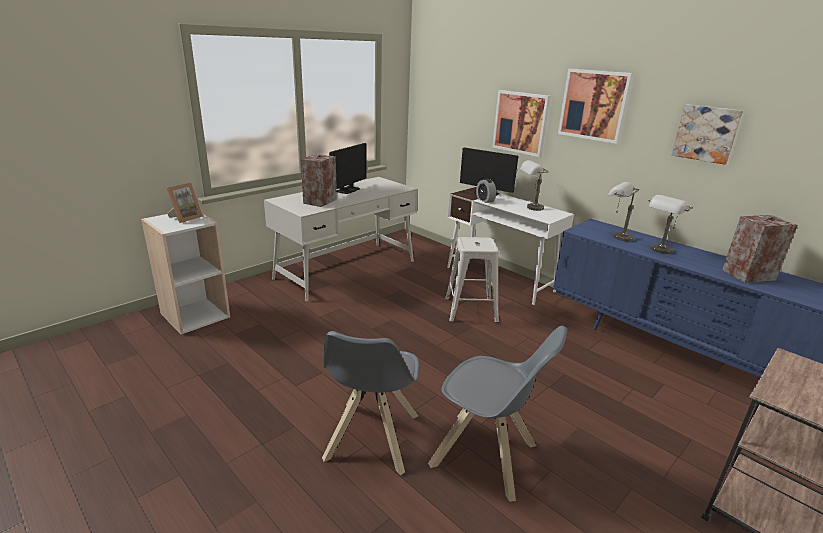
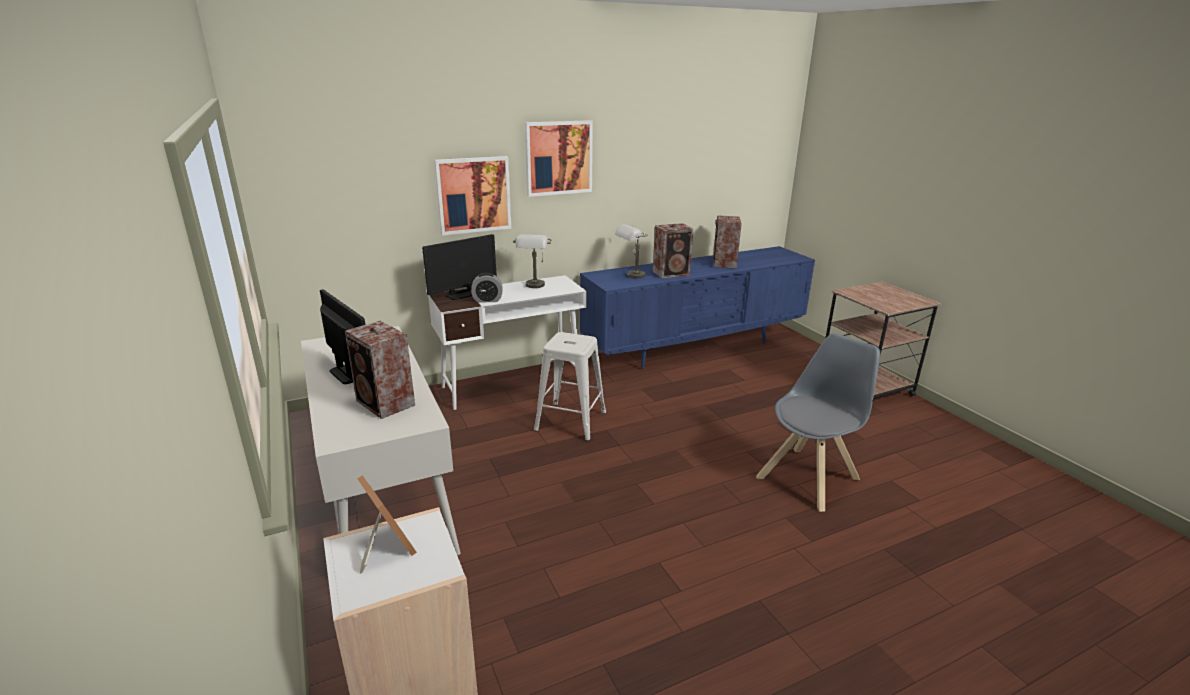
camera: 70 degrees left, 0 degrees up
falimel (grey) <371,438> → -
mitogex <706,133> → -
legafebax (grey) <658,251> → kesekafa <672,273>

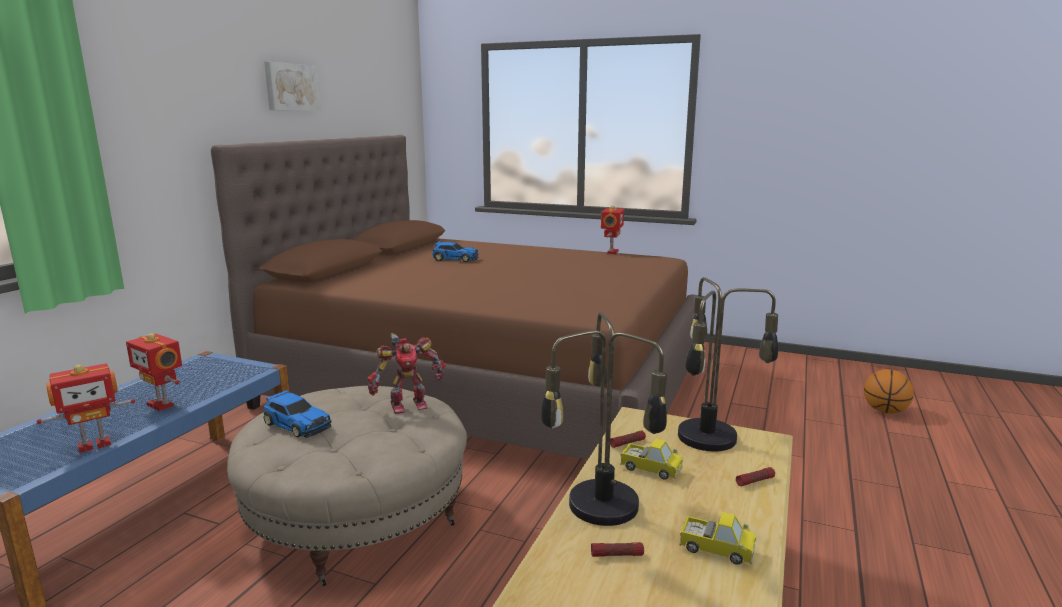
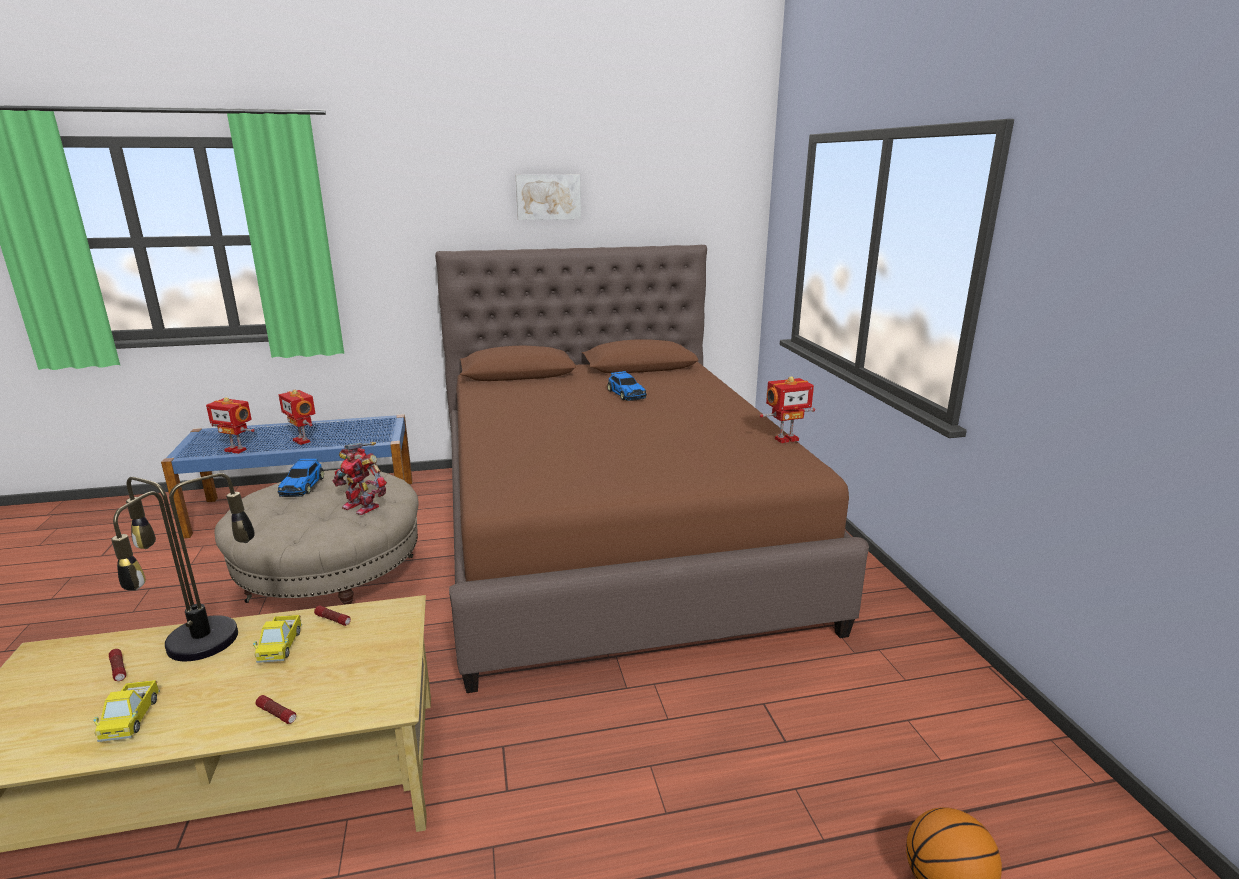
camera: 55 degrees right, 5 degrees up
legafebax <708,437> → -
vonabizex <162,404> → vonabizex <303,441>, 45 degrees counterclockwise

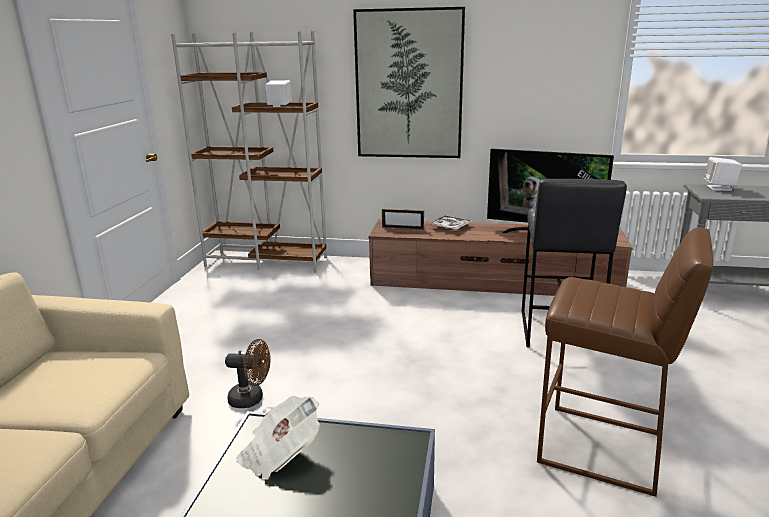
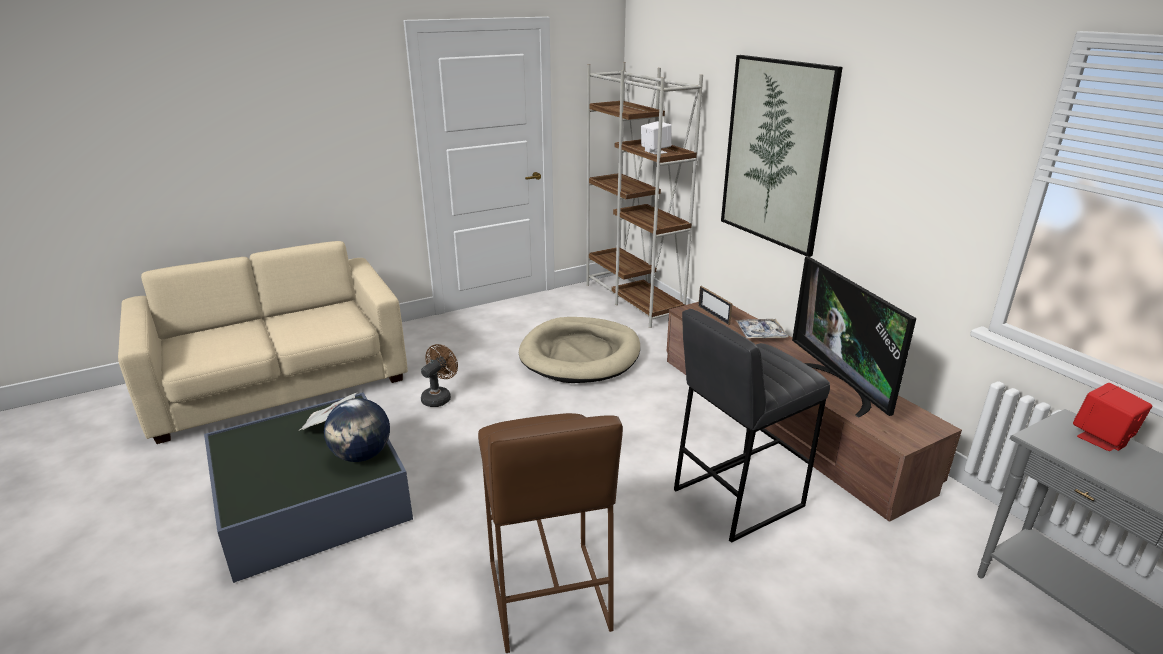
camera: 50 degrees right, 5 degrees up
- → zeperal <362,455>
- → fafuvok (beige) <580,354>
kesekafa (white) <719,188> → kesekafa (red) <1102,439>
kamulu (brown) <251,399> → kamulu (brown) <439,397>, 120 degrees counterclockwise

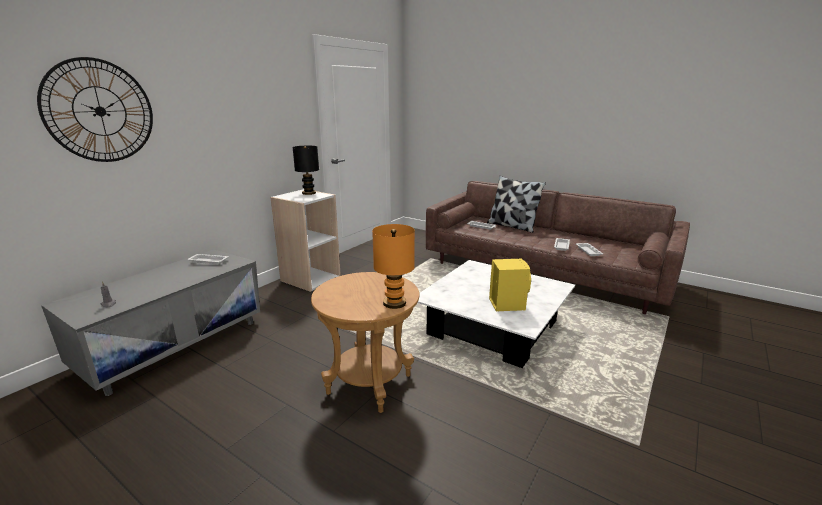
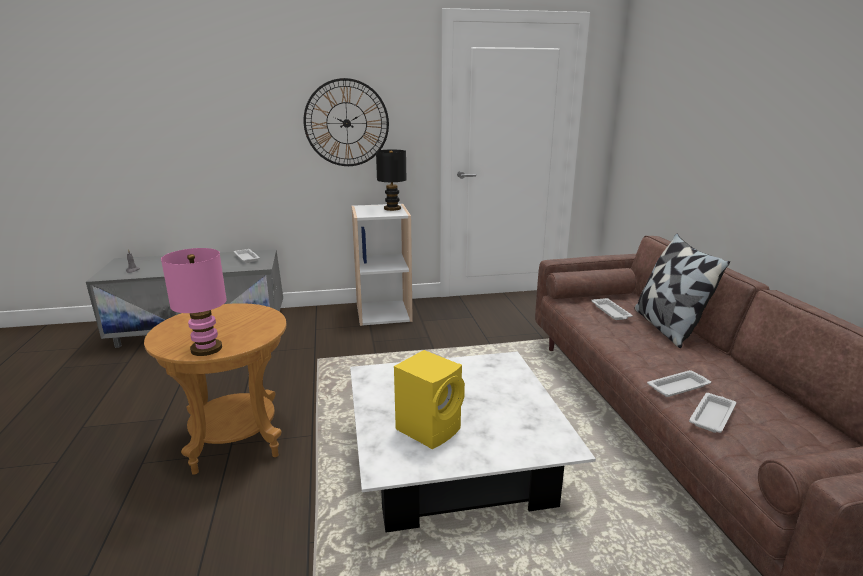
camera: 45 degrees right, 0 degrees up
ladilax <100,111> → ladilax <346,123>, moved
legafebax (orange) <394,303> → legafebax (pink) <205,349>

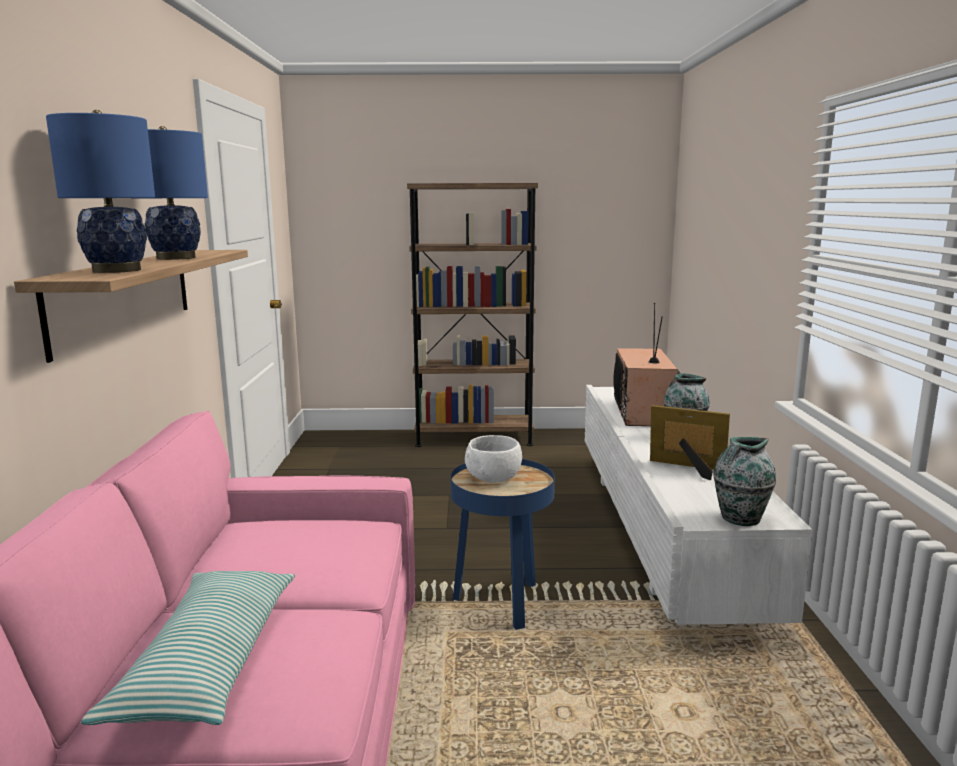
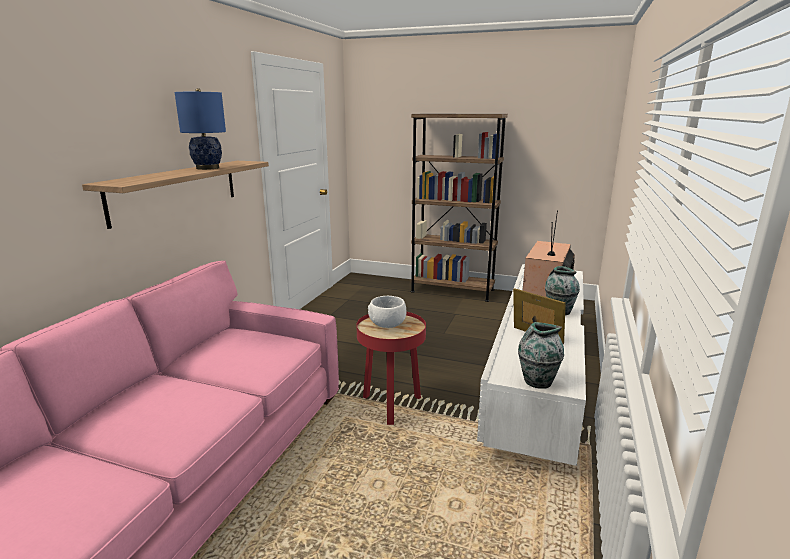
camera: 20 degrees right, 5 degrees up
legafebax (blue) <117,270> → -
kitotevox <208,662> → -
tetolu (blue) <502,603> → tetolu (red) <391,405>

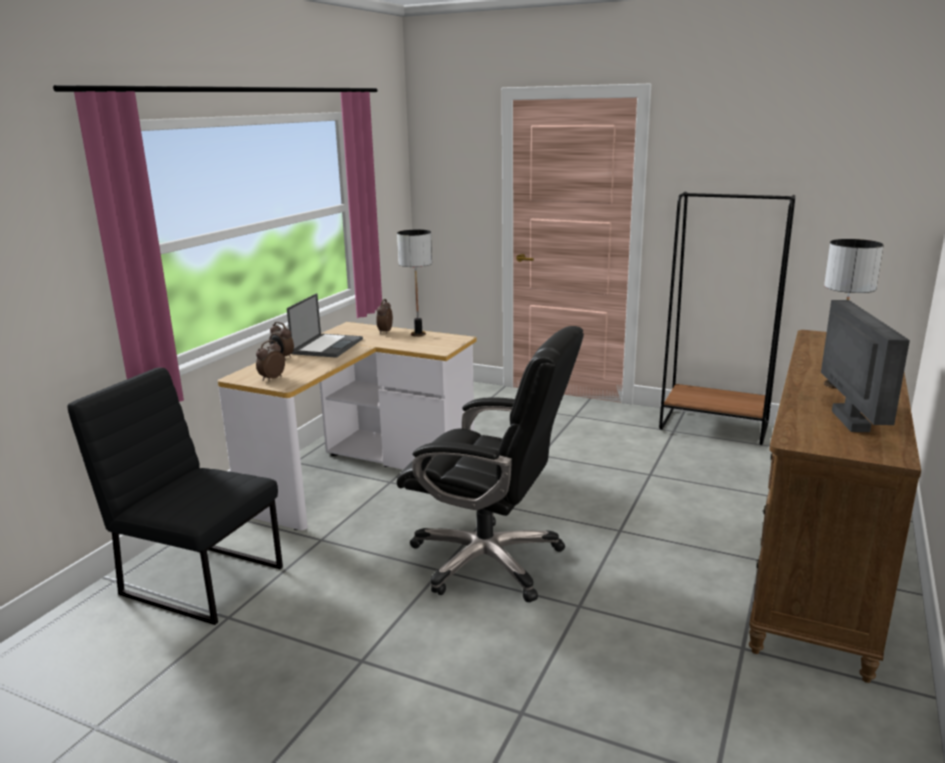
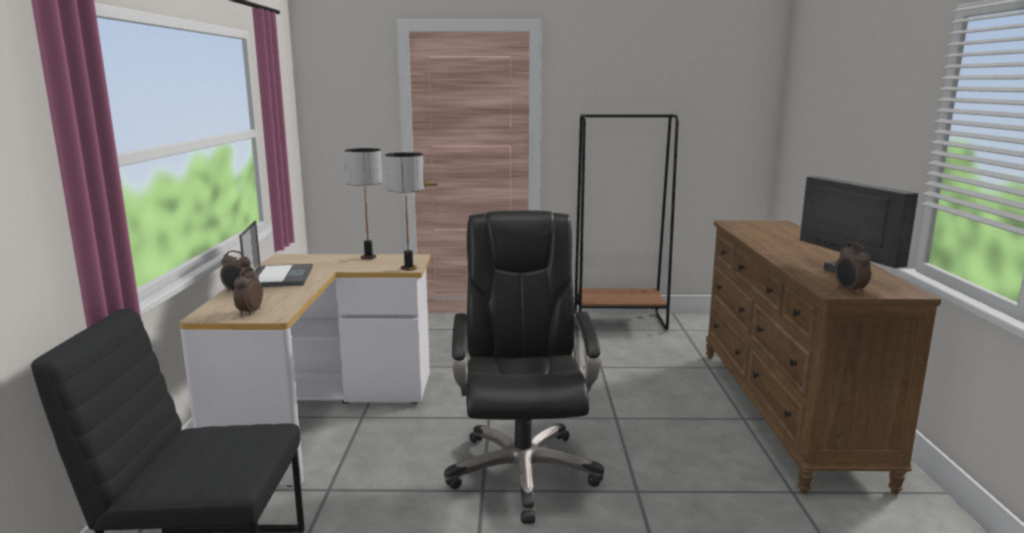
camera: 25 degrees left, 5 degrees down
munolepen <384,332> → munolepen <849,291>, moved
legafebax <834,385> → legafebax <408,268>, moved
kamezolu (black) <488,561> → kamezolu (black) <522,471>, 90 degrees counterclockwise

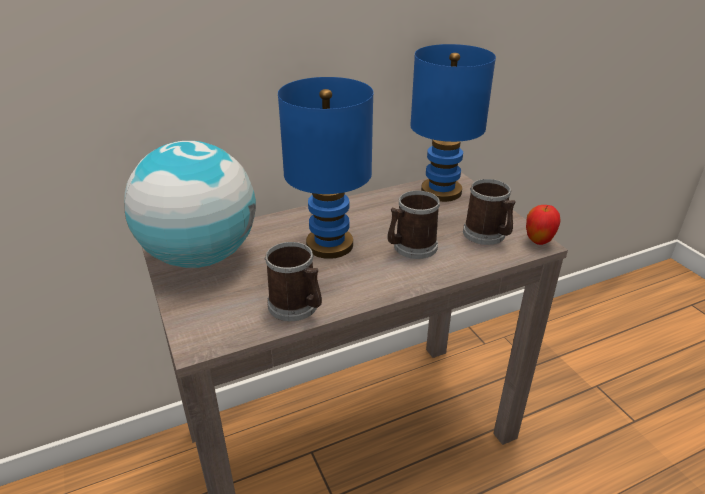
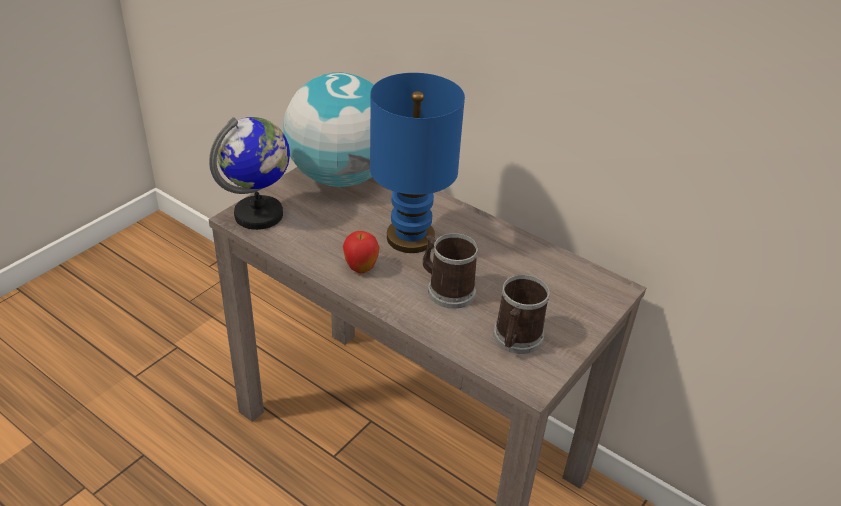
camera: 60 degrees right, 5 degrees up
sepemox <297,307> → -
legafebax (blue) <441,192> → -
- → zeperal <259,215>
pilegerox <538,241> → pilegerox <361,269>, moved

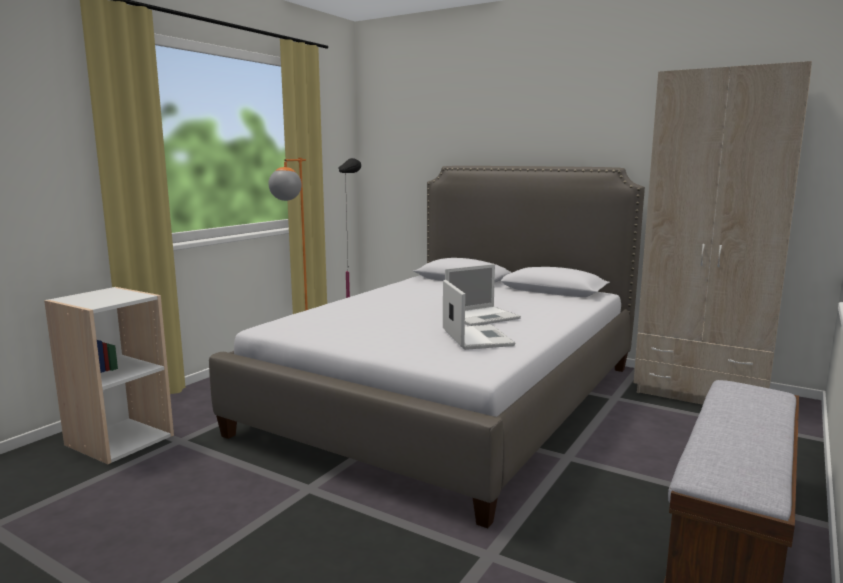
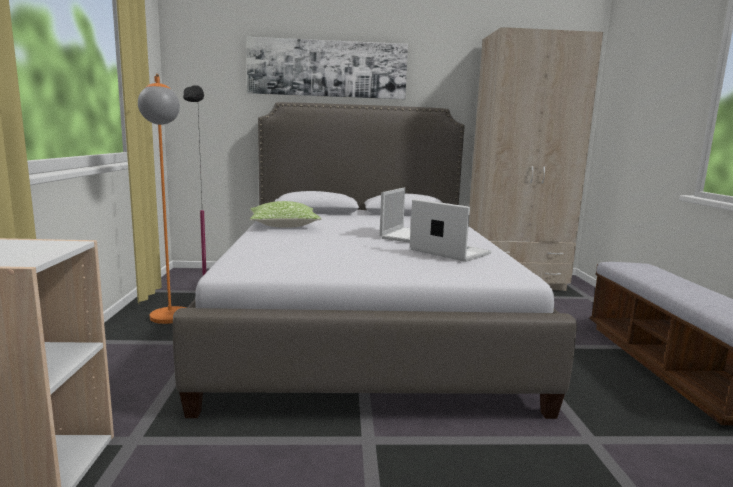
camera: 35 degrees left, 0 degrees up
- → mitogex <327,69>
- → kitotevox <284,225>

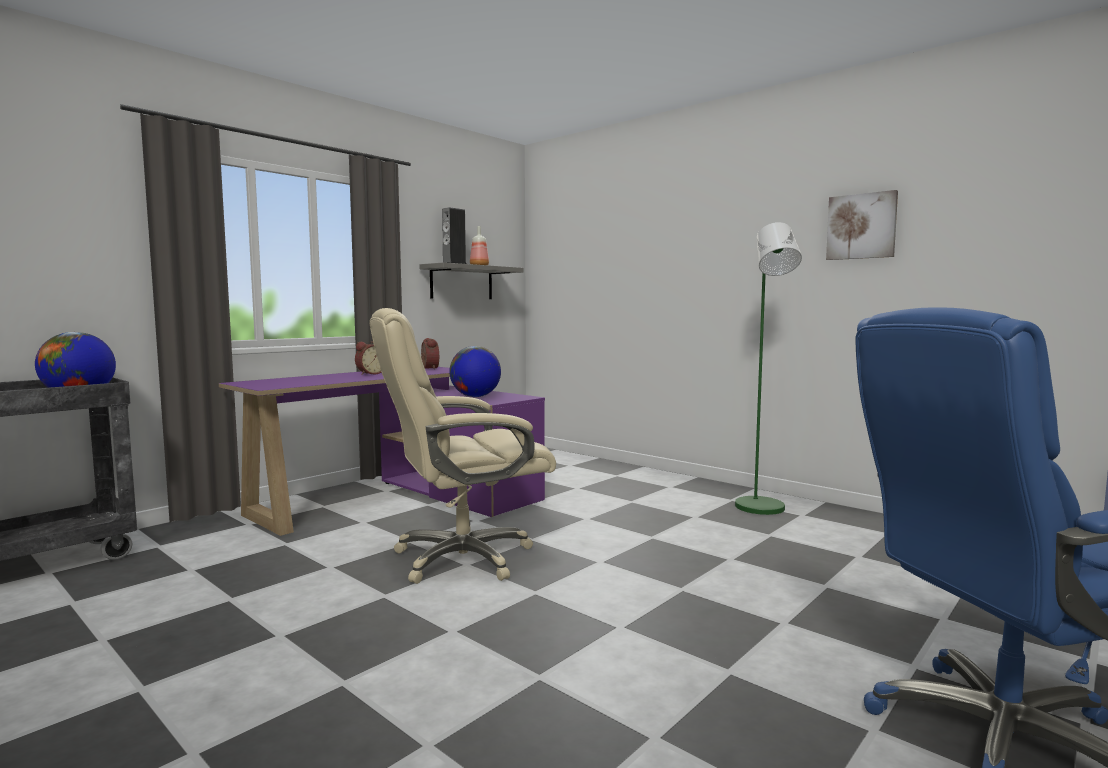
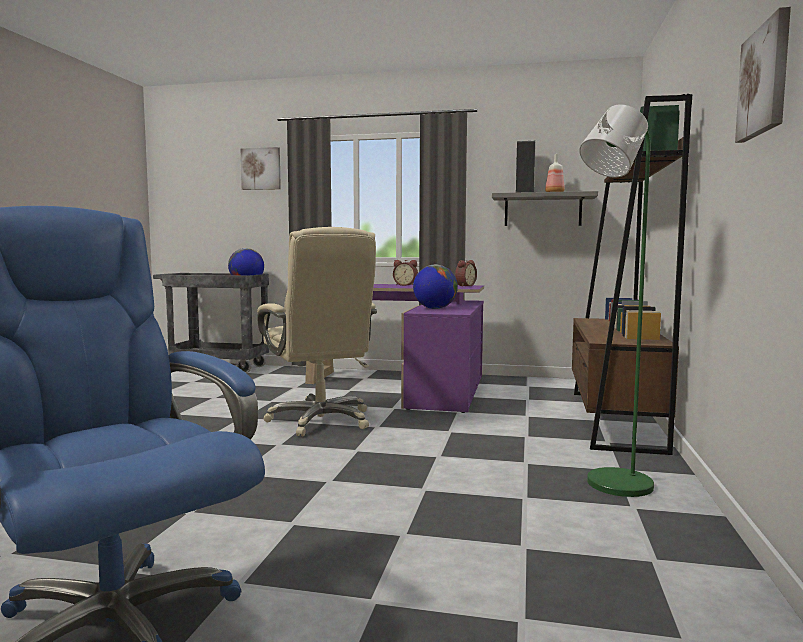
camera: 60 degrees right, 0 degrees up
- → mitogex <261,169>
- → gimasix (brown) <614,419>
kamezolu (beige) <466,557> → kamezolu (beige) <320,419>, 150 degrees counterclockwise

